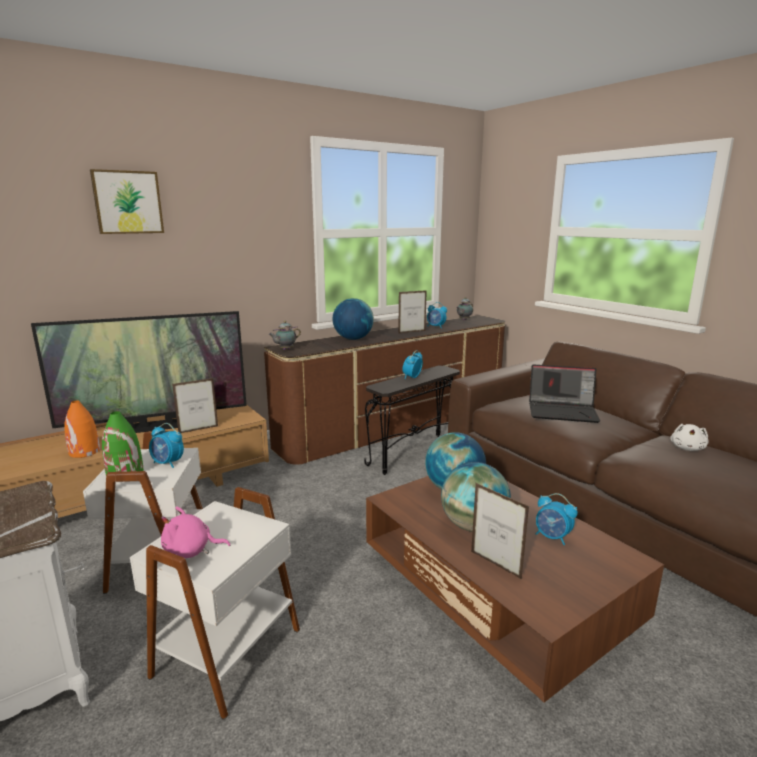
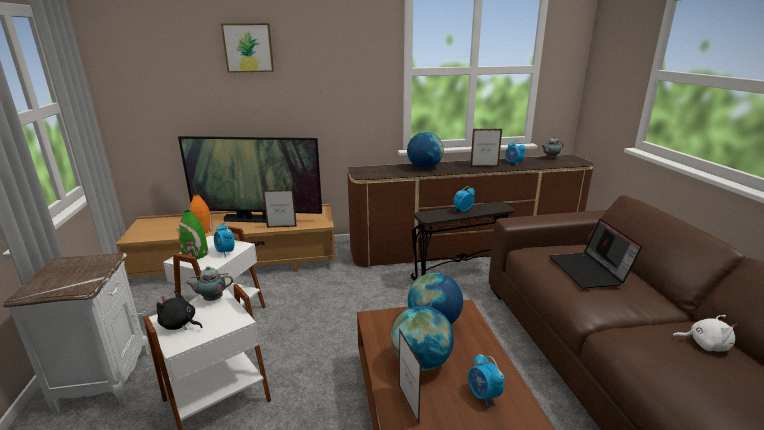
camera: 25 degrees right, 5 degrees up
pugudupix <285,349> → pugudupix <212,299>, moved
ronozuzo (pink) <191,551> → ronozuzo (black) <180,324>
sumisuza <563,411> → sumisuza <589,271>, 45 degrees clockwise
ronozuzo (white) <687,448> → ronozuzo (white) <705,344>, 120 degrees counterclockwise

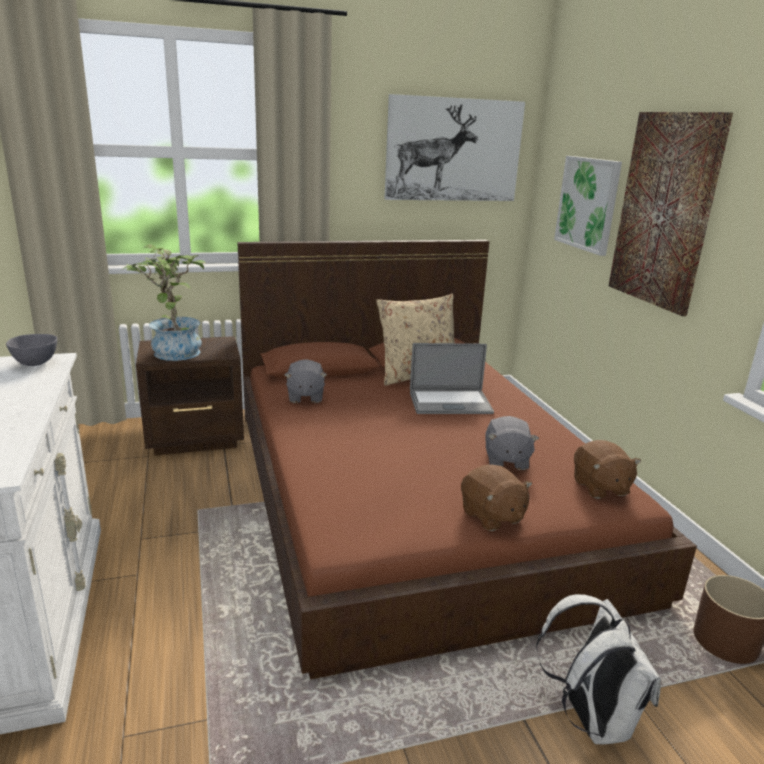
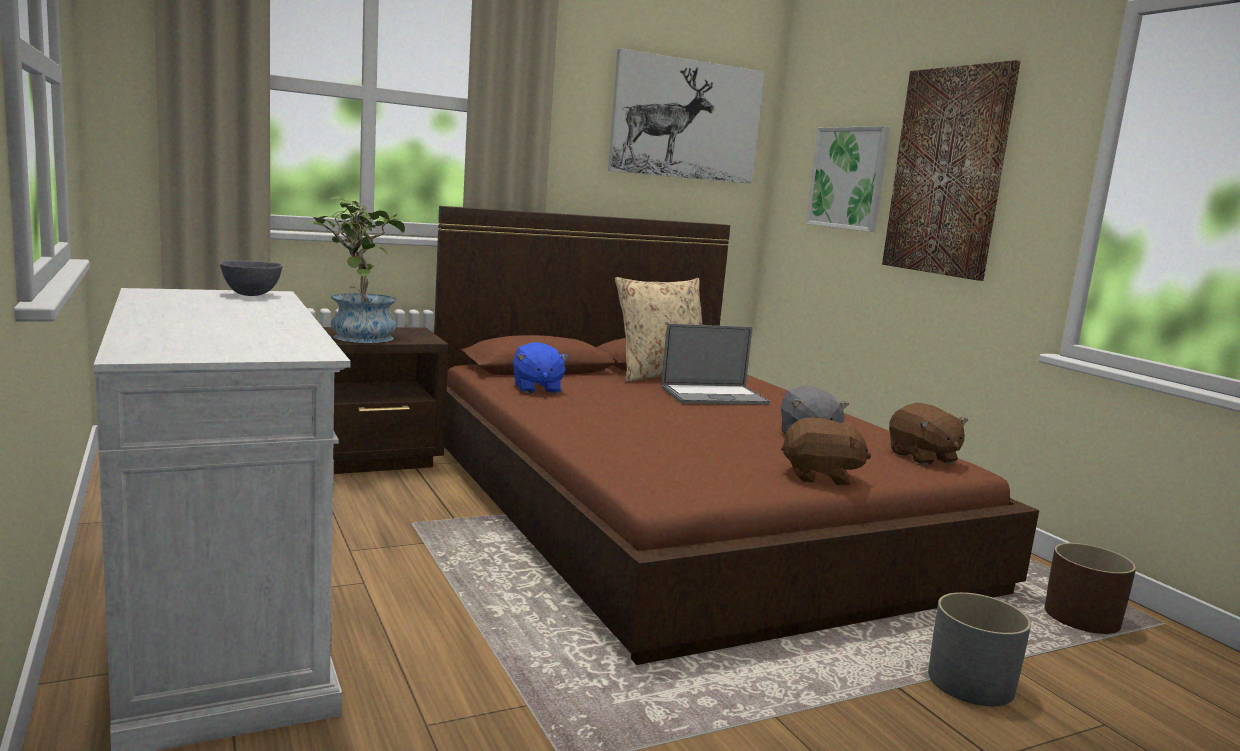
camera: 10 degrees left, 10 degrees down
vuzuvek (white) <590,718> → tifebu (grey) <969,683>
ronozuzo (grey) <305,396> → ronozuzo (blue) <536,388>
ronozuzo (brown) <492,516> → ronozuzo (brown) <820,476>, 45 degrees counterclockwise

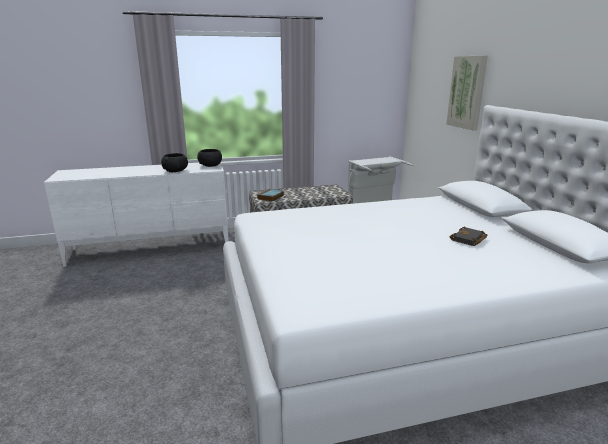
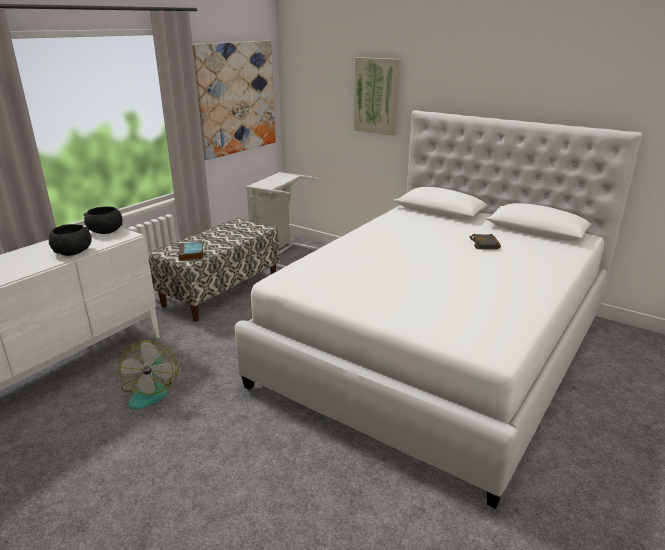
camera: 40 degrees left, 5 degrees up
- → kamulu <150,391>
- → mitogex <236,98>

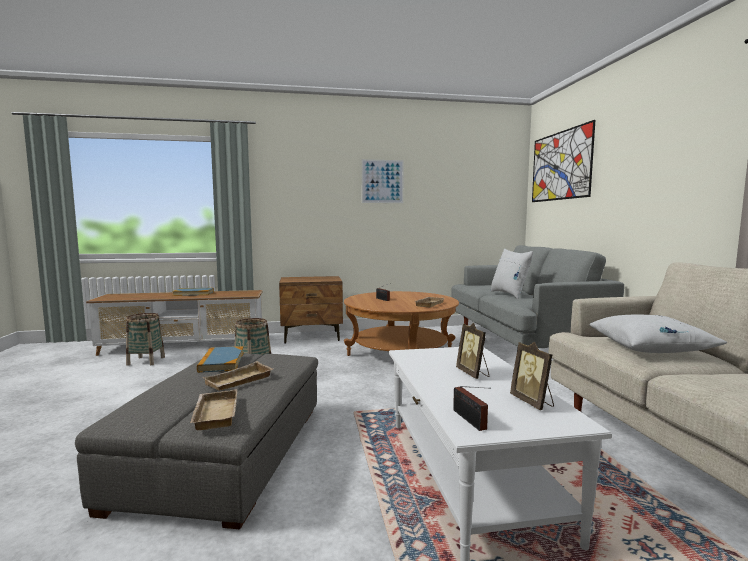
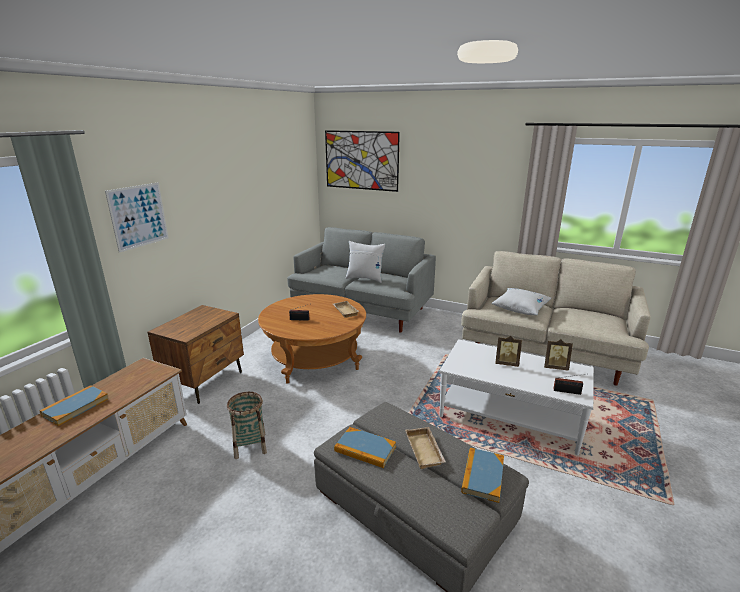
camera: 55 degrees left, 15 degrees up
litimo <146,361> → -
mitogex <382,181> → mitogex <139,216>, moved
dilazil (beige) <214,414> → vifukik <482,476>

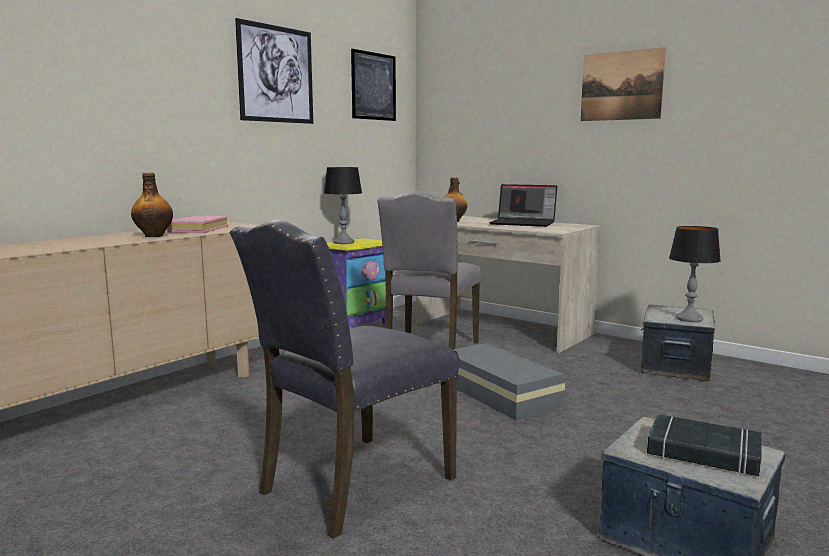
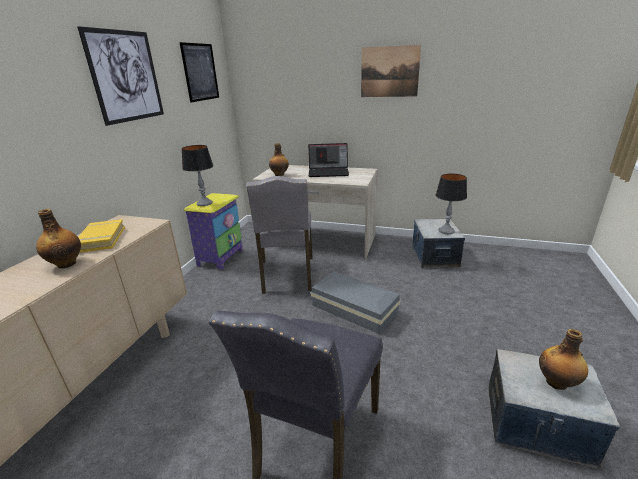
camera: 20 degrees left, 15 degrees up
vifukik (black) <703,452> → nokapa <557,382>
vifukik (pink) <198,229> → vifukik (yellow) <101,239>

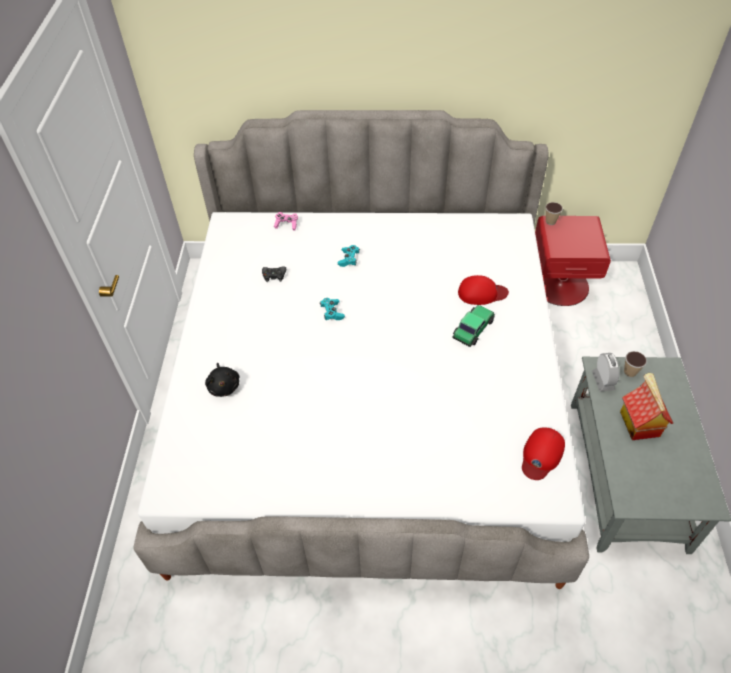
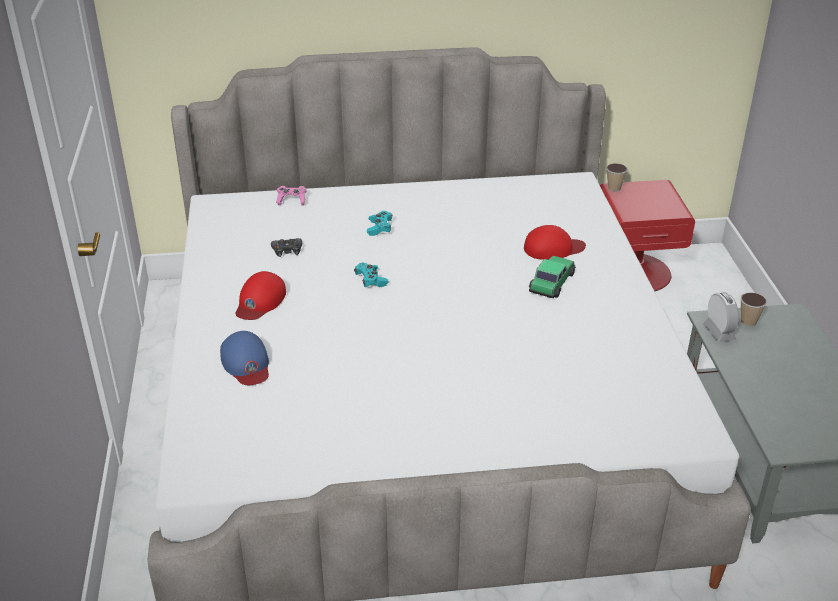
camera: 10 degrees left, 15 degrees down
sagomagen <638,423> → -
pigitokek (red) <541,455> → pigitokek (red) <260,301>, moved
ronozuzo (black) <224,386> → pigitokek (blue) <246,363>

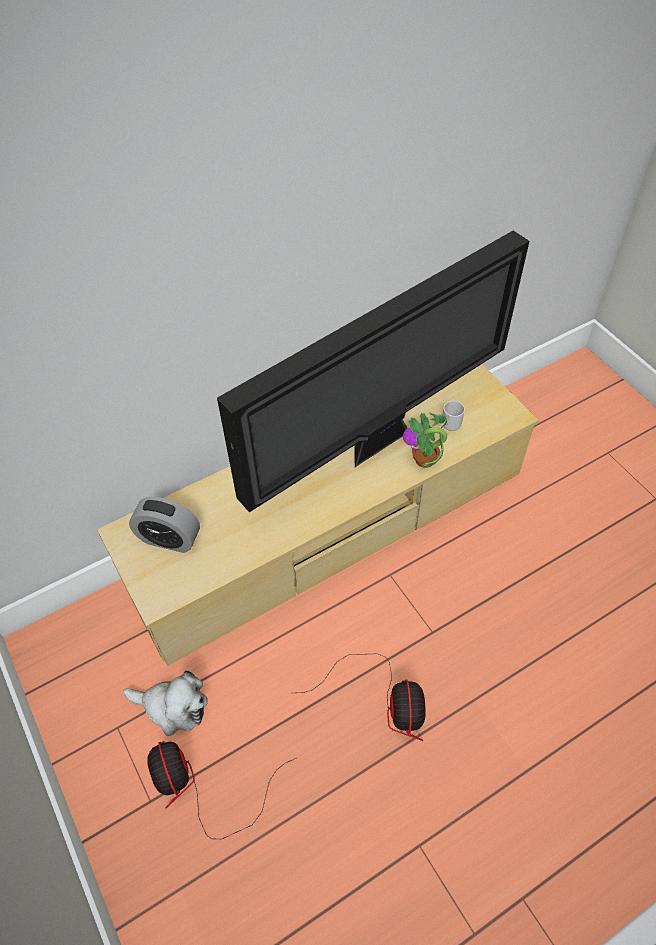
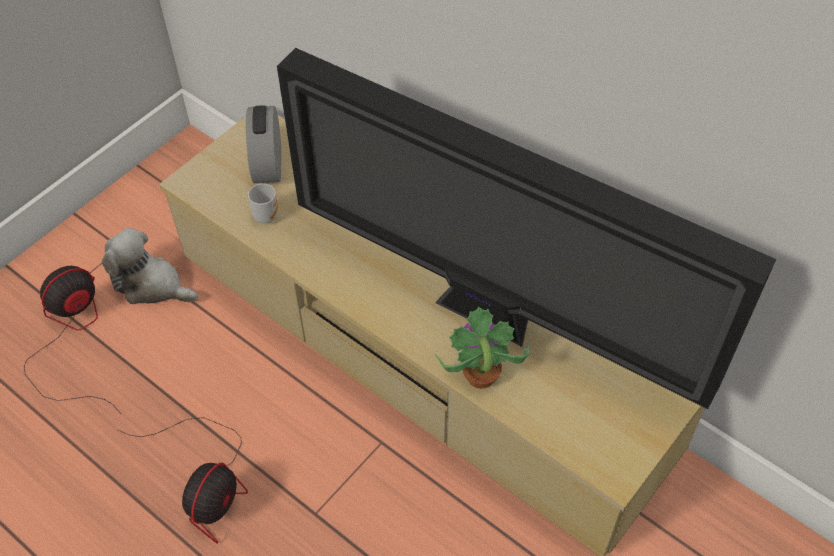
camera: 70 degrees right, 0 degrees up
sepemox <449,426> → sepemox <266,215>, moved
ronozuzo <173,707> → ronozuzo <151,284>, 120 degrees clockwise
kamulu <385,701> → kamulu <208,484>, 45 degrees counterclockwise

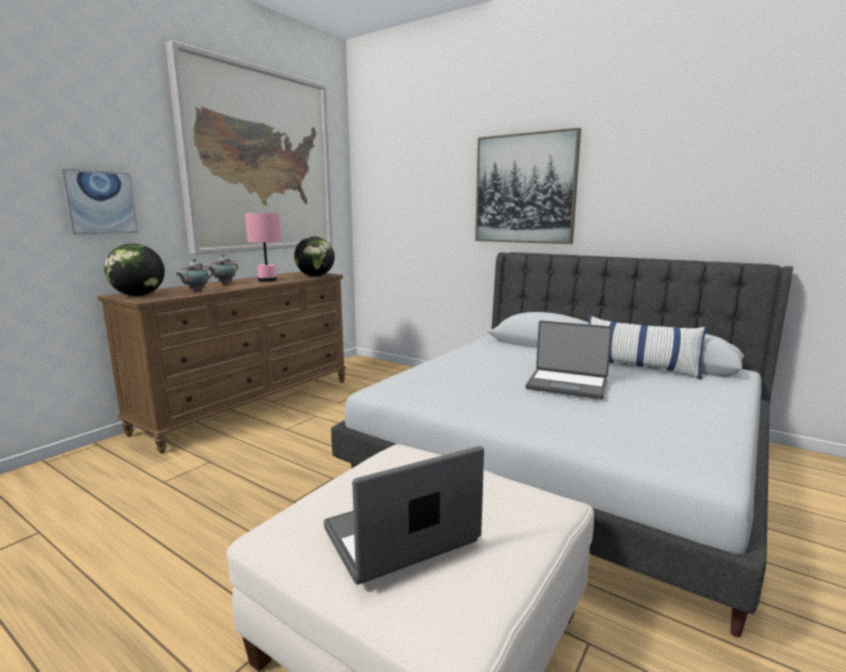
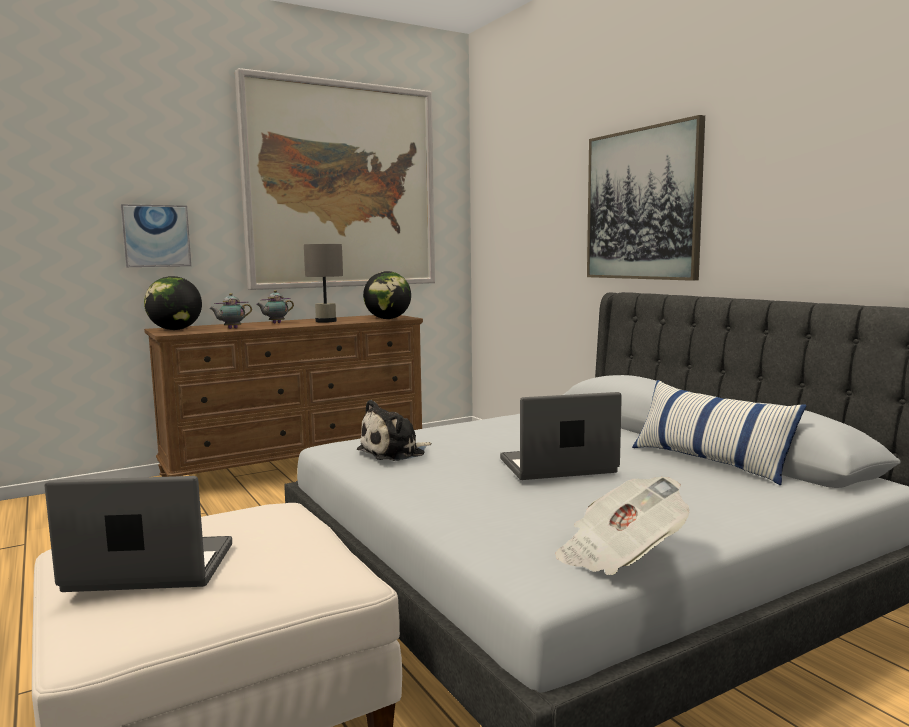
camera: 25 degrees right, 5 degrees down
- → ronozuzo <395,452>
- → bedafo <619,556>
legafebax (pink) <267,280> → legafebax (grey) <326,321>
sumisuza <567,385> → sumisuza <558,467>, 120 degrees clockwise

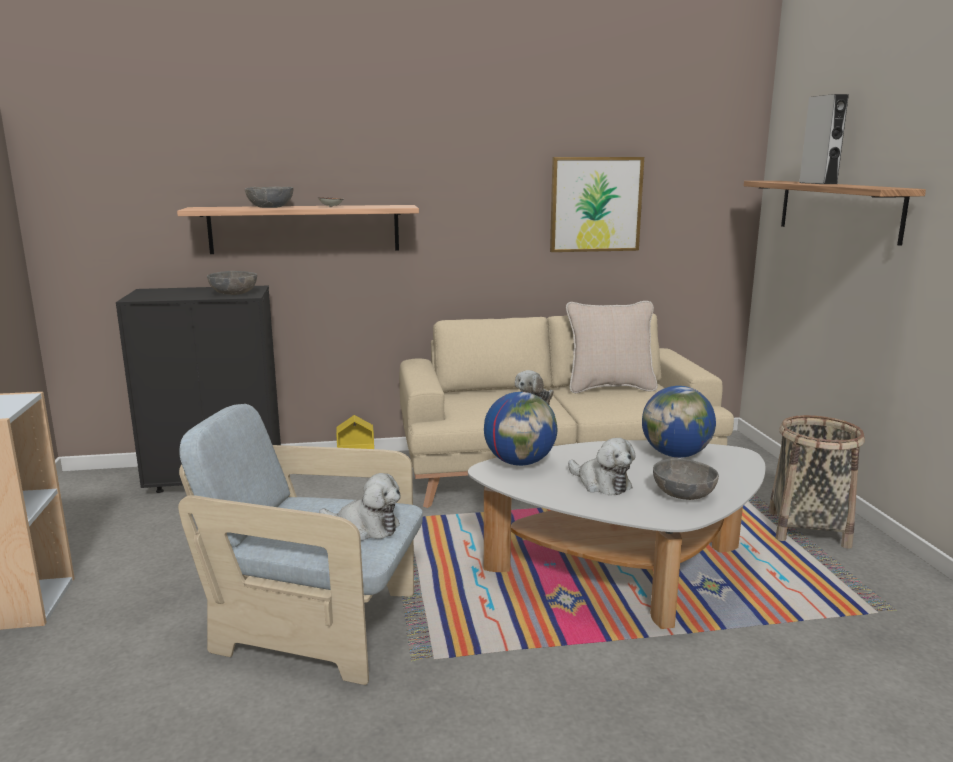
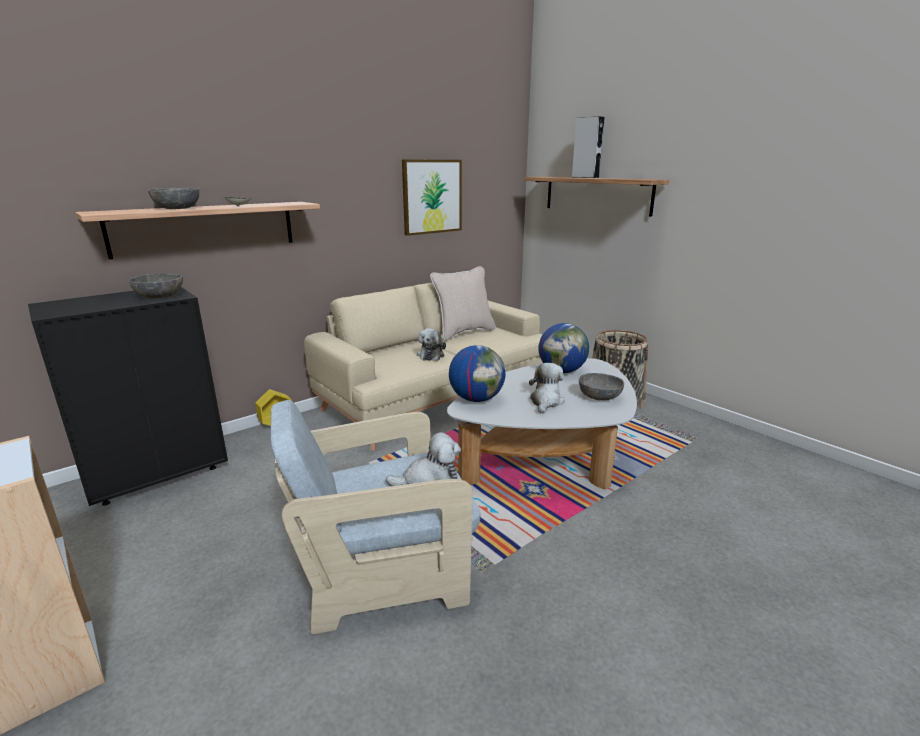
camera: 30 degrees left, 5 degrees up
ronozuzo <601,483> → ronozuzo <546,401>, 90 degrees counterclockwise

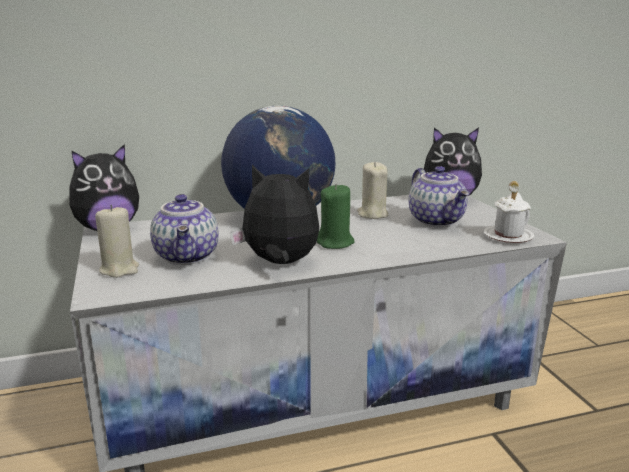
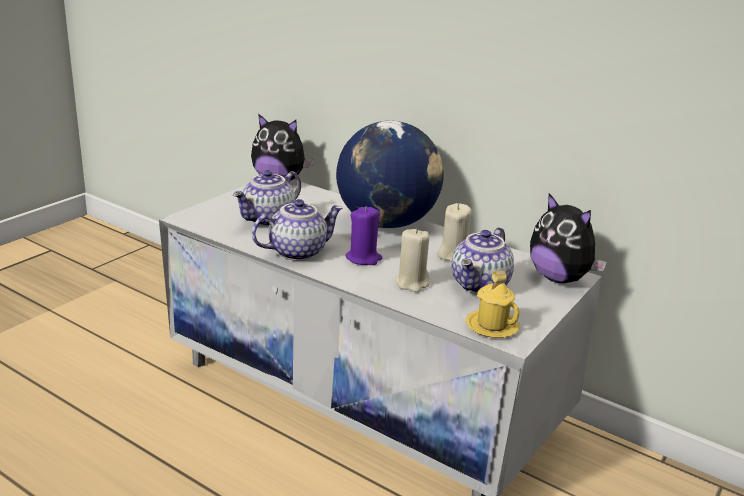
camera: 50 degrees right, 5 degrees up
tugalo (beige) <119,269> → tugalo (beige) <412,283>, moved
ronozuzo <280,263> → pugudupix <297,251>
tugalo (green) <335,243> → tugalo (purple) <363,258>
sepemox (white) <508,236> → sepemox (yellow) <491,326>

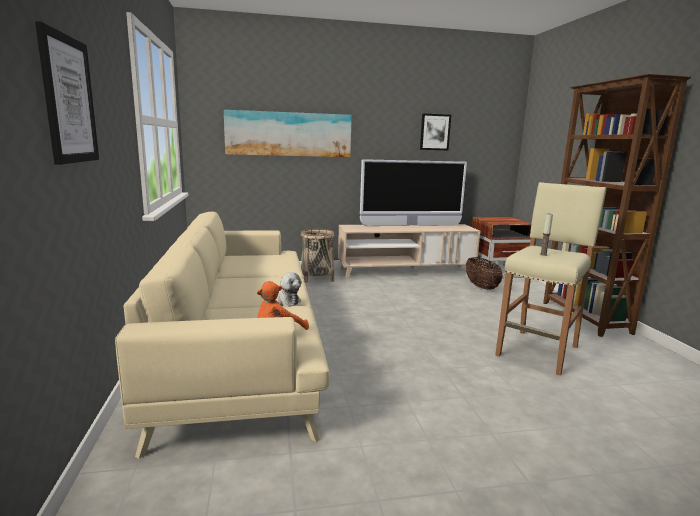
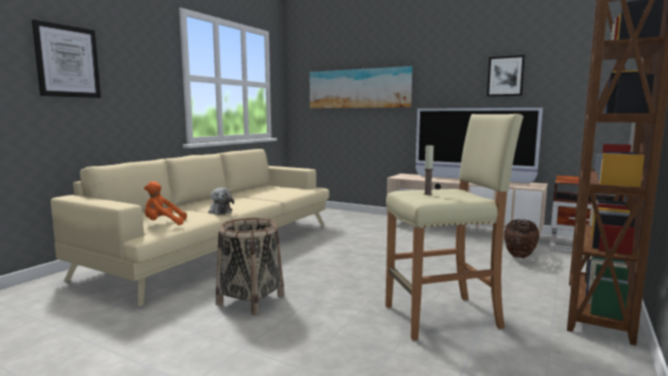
camera: 40 degrees right, 5 degrees down
litimo <317,277> → litimo <251,300>, moved

